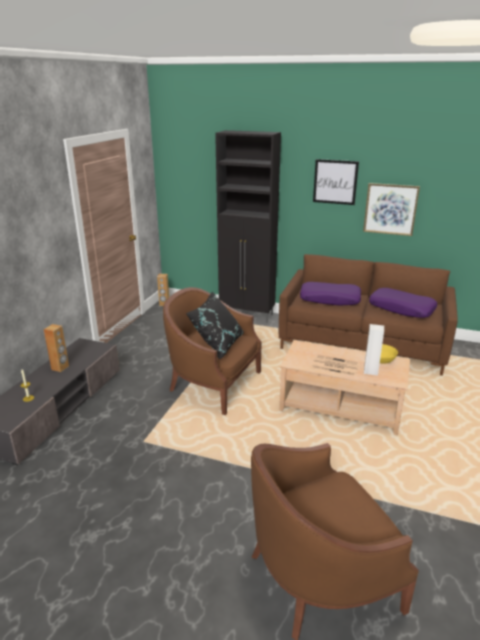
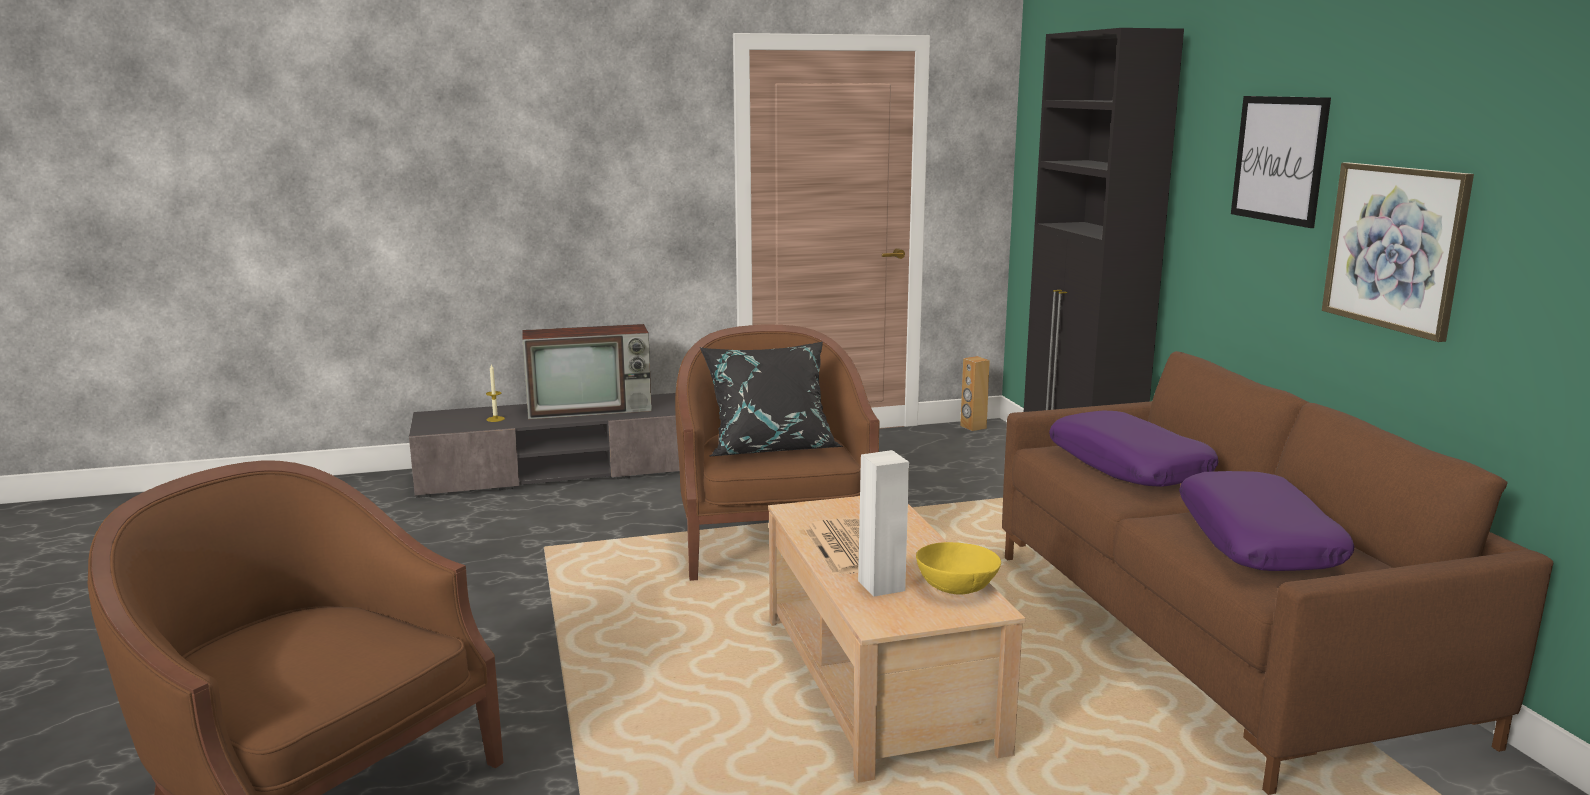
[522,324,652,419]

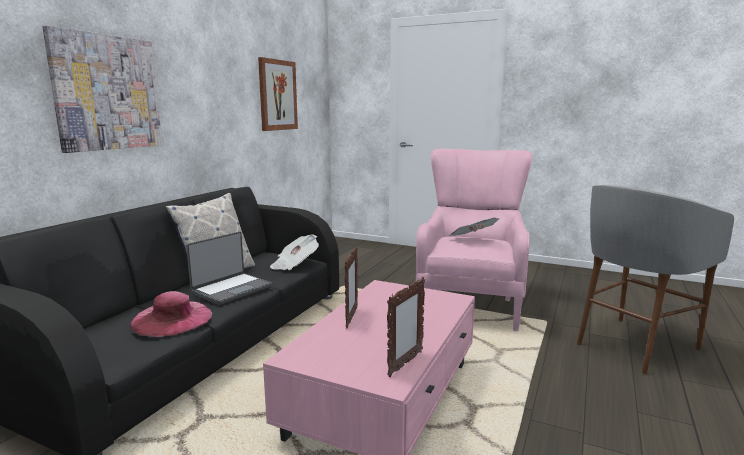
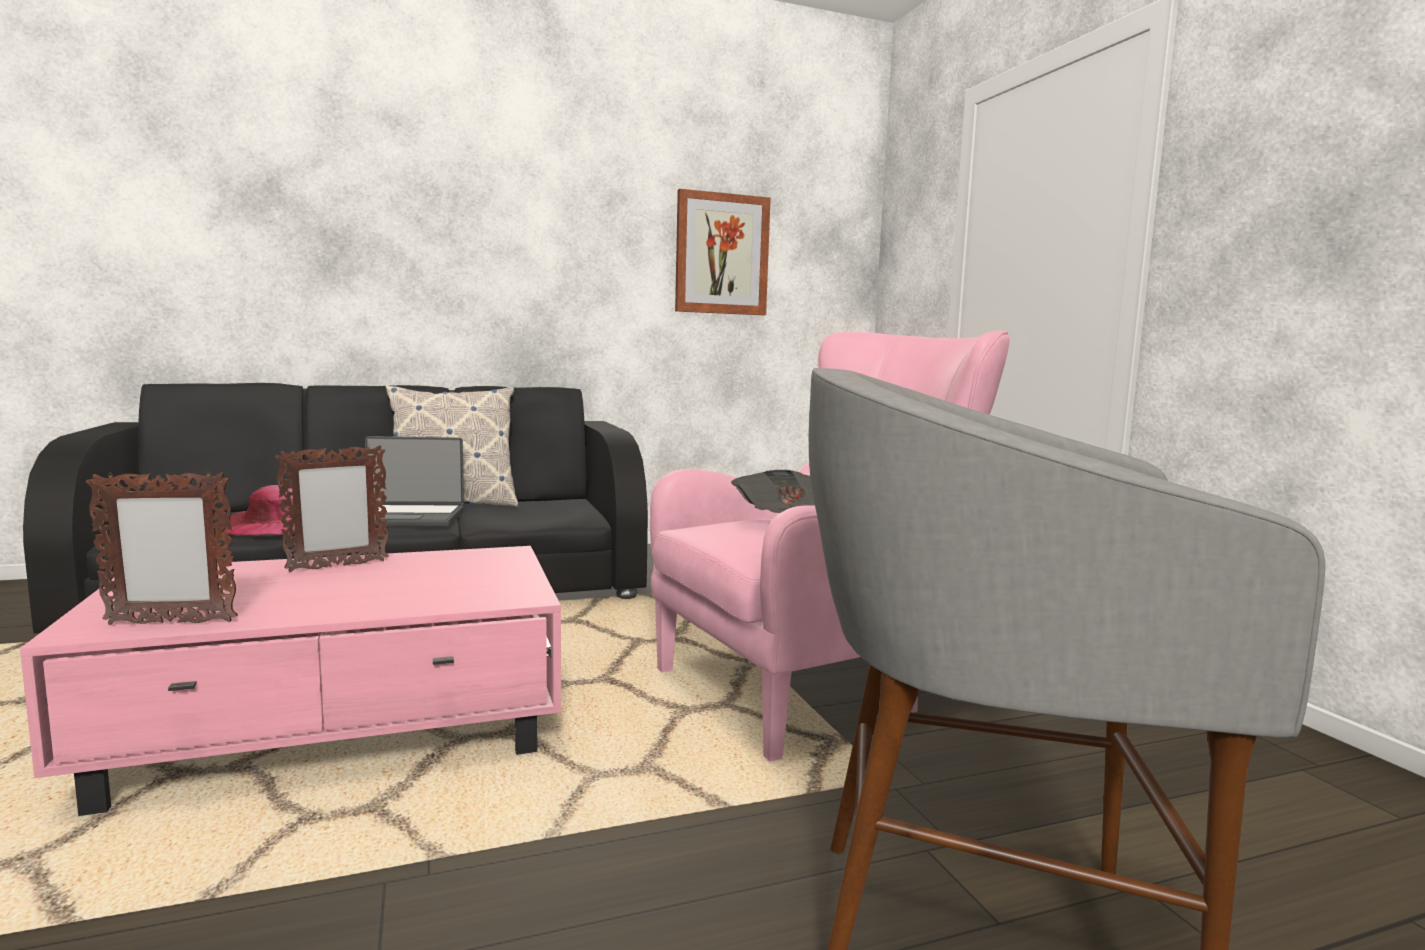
[42,25,162,153] (first image)
[270,234,319,270] (first image)

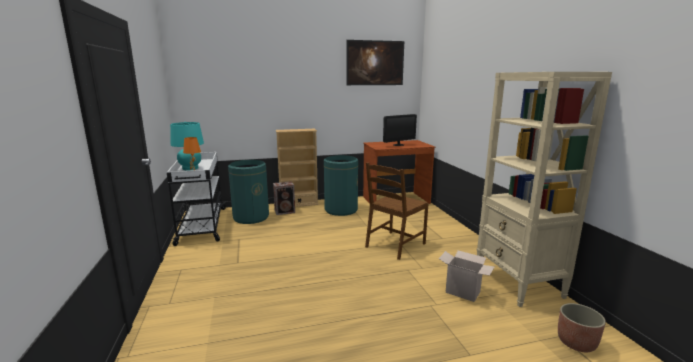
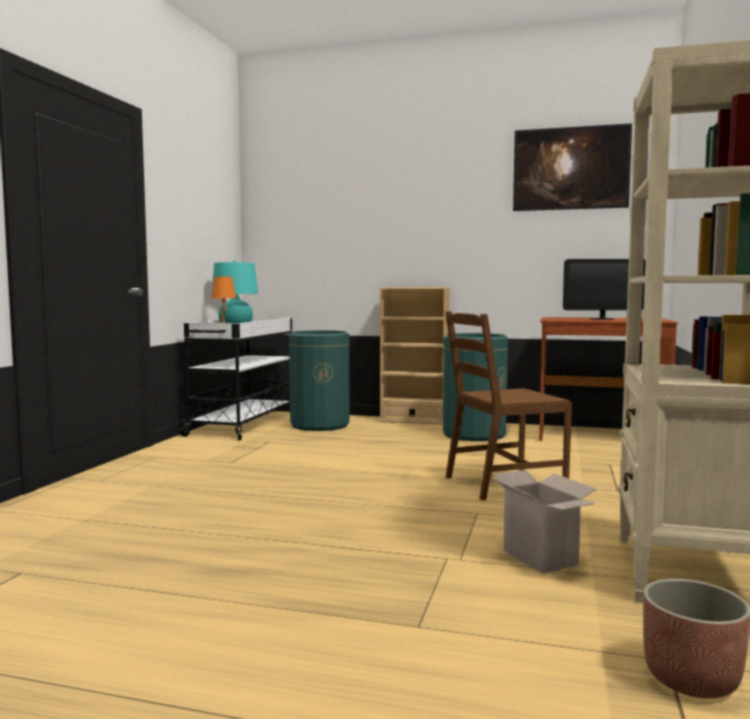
[273,181,295,215] (first image)

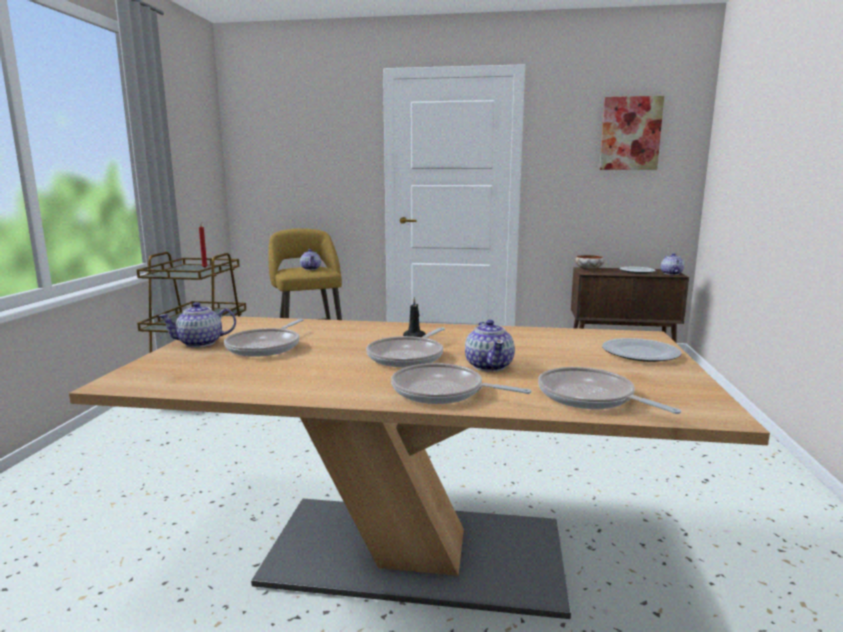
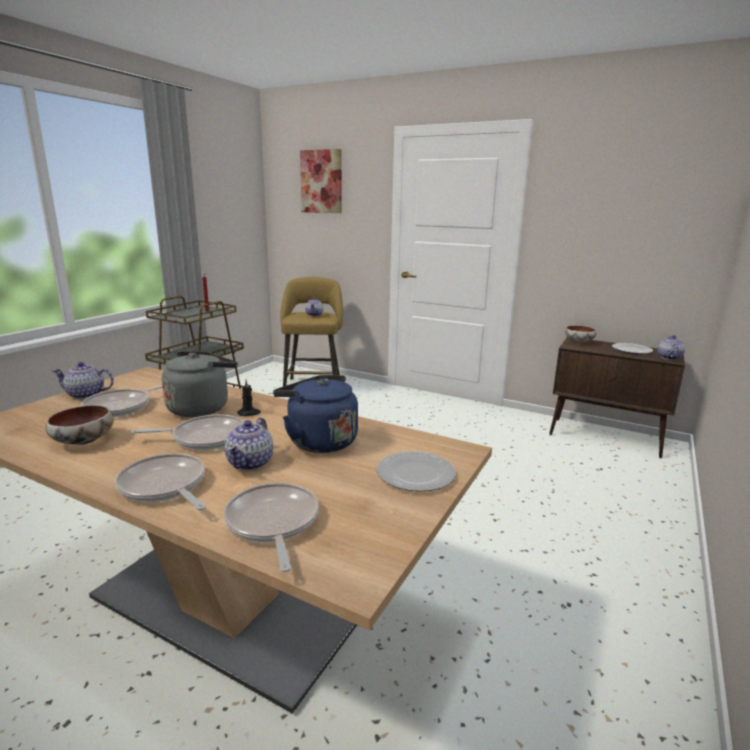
[131,414,244,450]
[300,149,342,213]
[46,405,114,445]
[162,351,238,417]
[273,375,358,453]

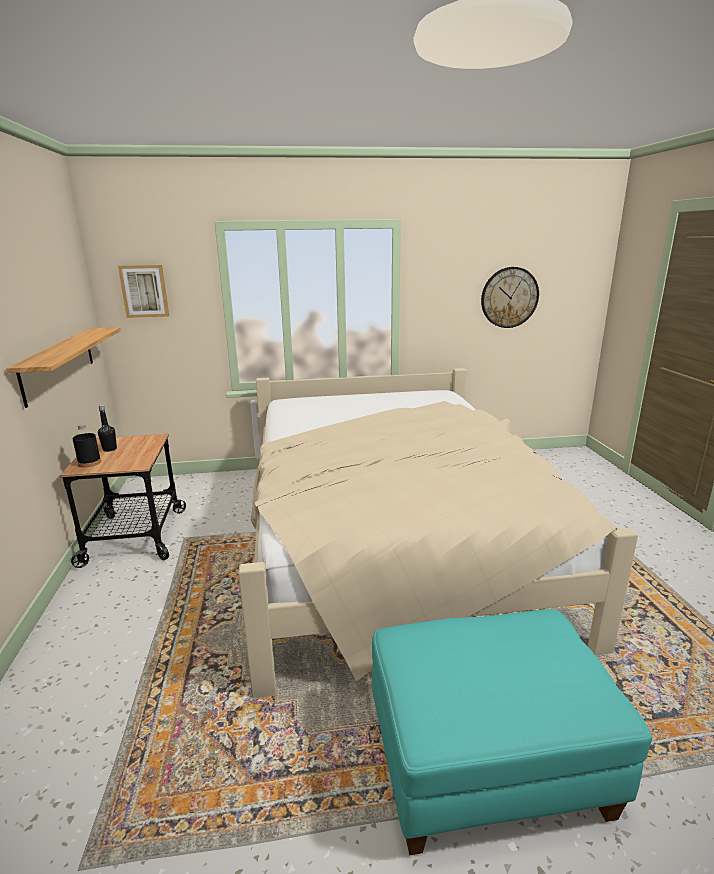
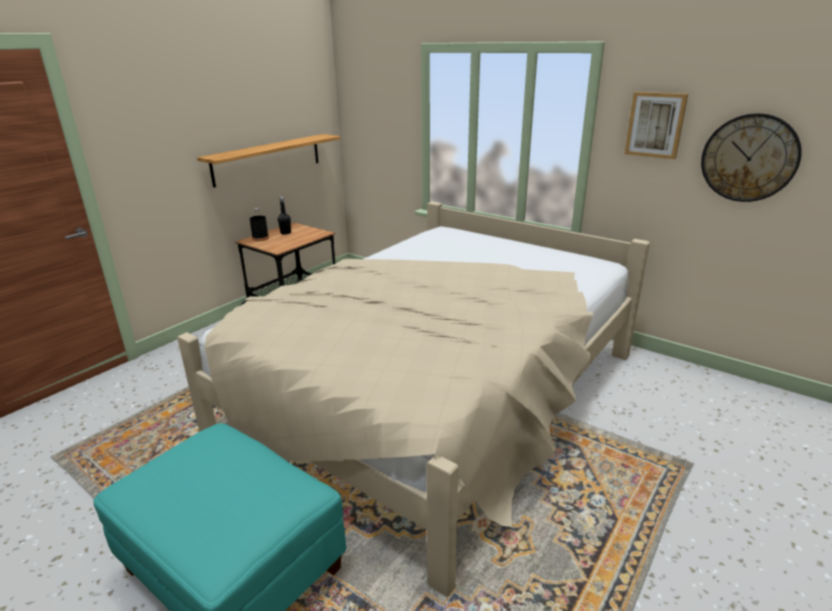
[624,92,688,159]

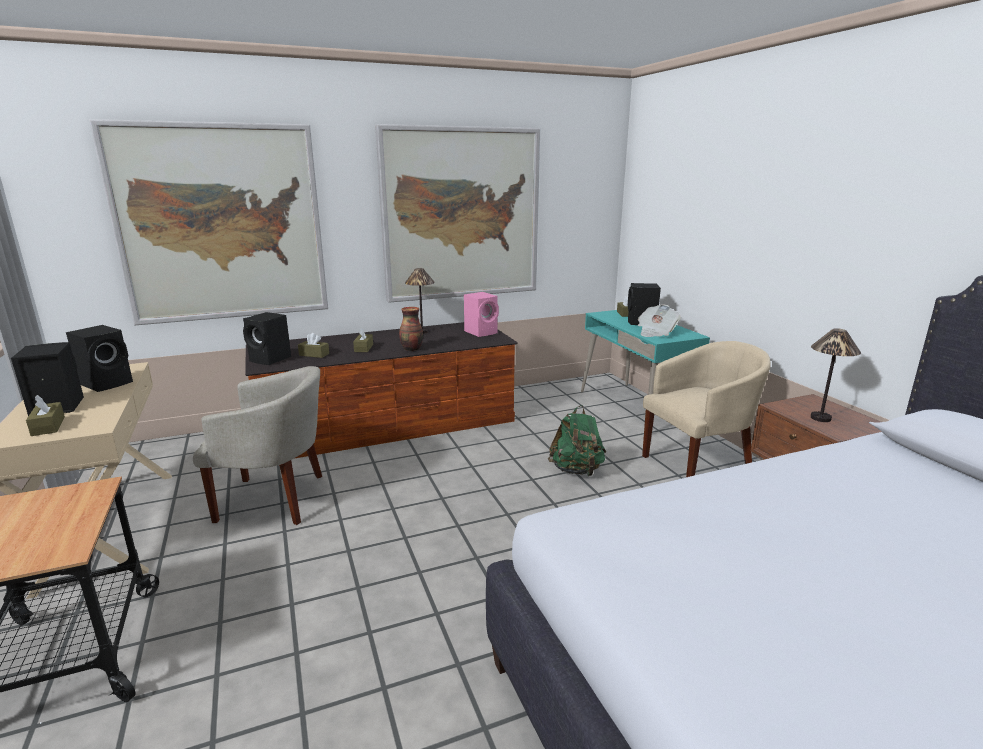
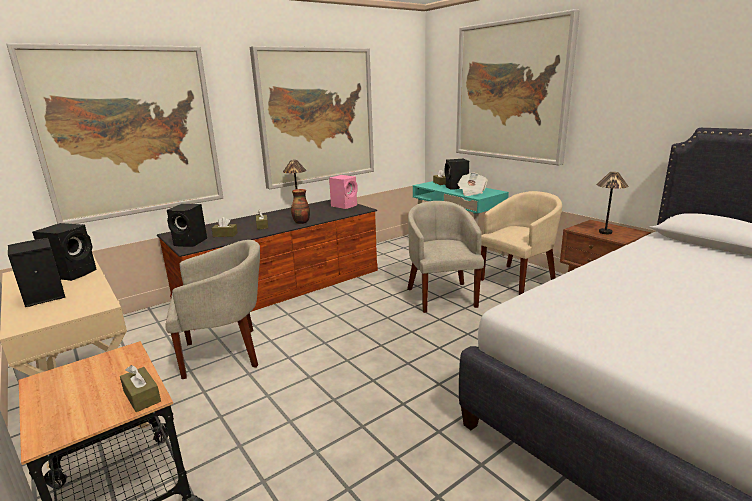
[120,365,161,412]
[407,201,484,313]
[456,9,580,165]

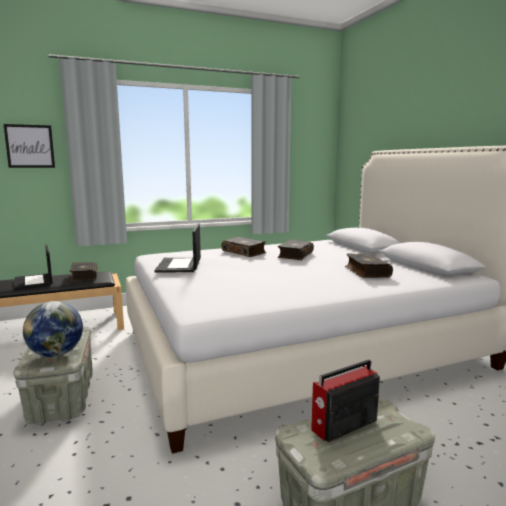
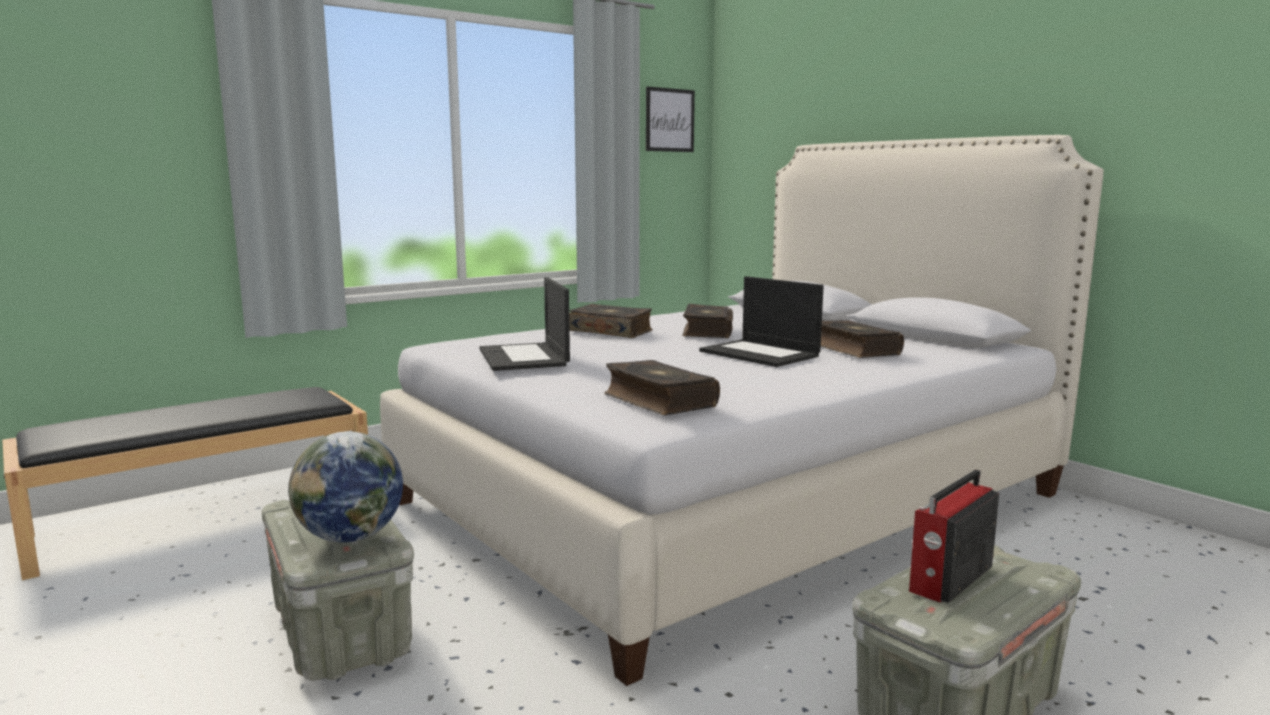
[646,87,695,152]
[699,276,824,367]
[604,360,720,415]

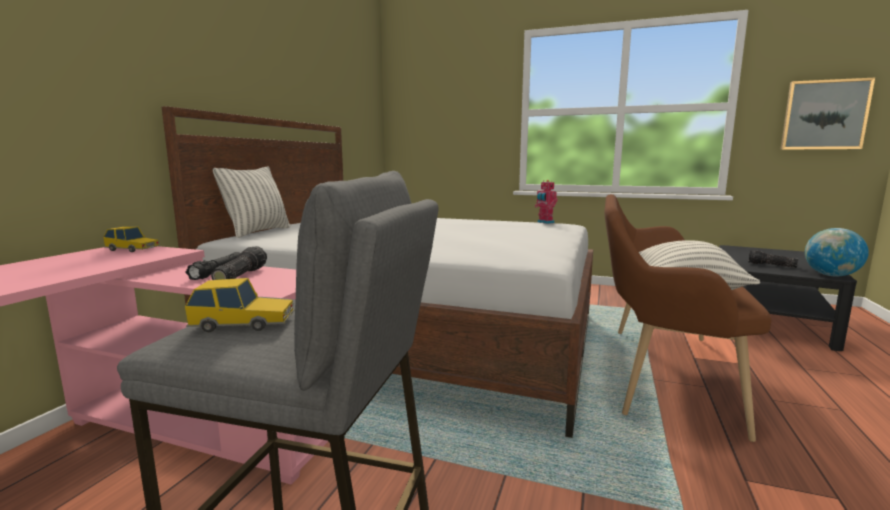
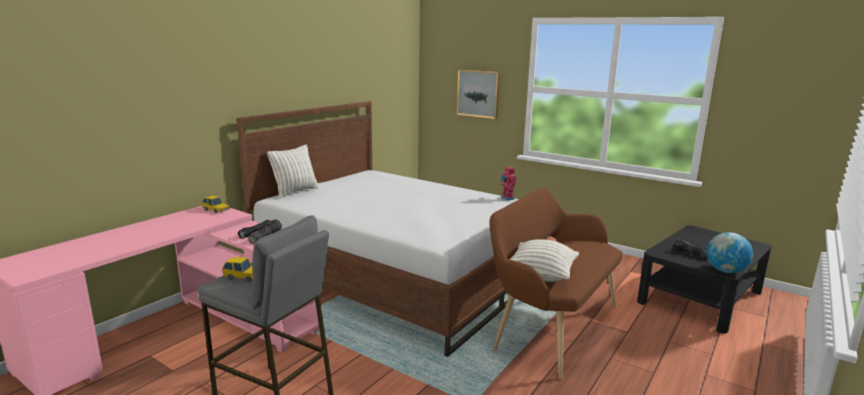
[457,69,500,119]

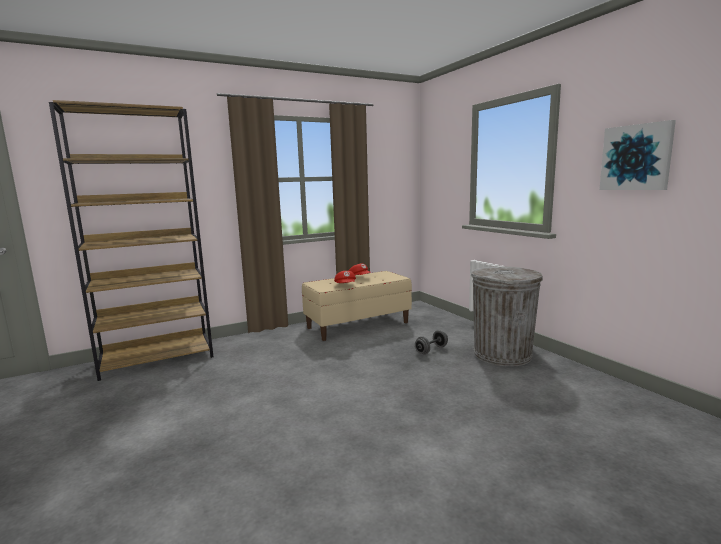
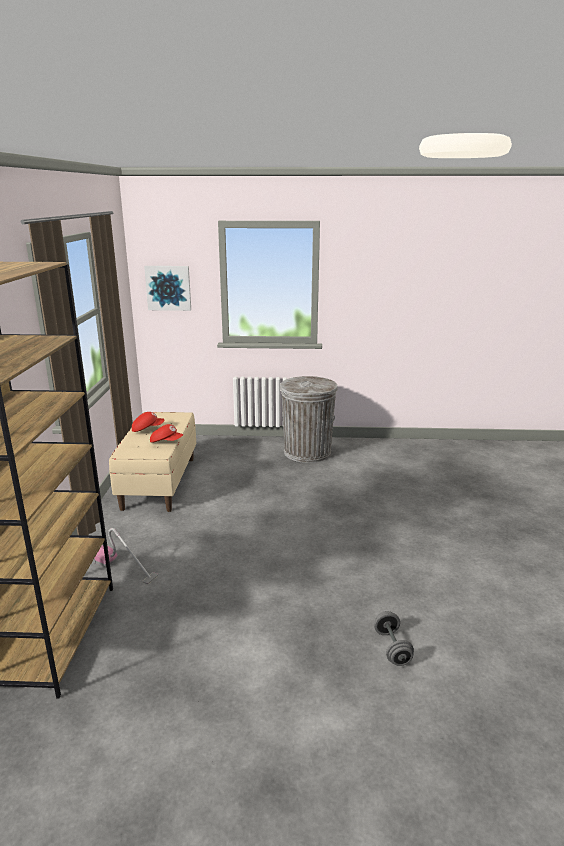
[374,611,414,666]
[144,266,191,311]
[92,528,158,584]

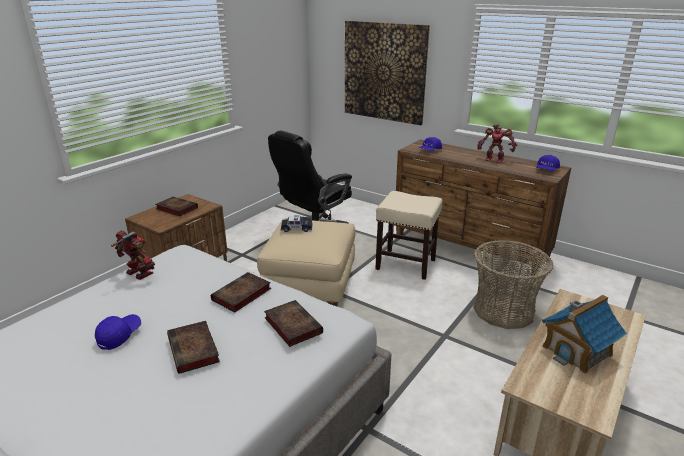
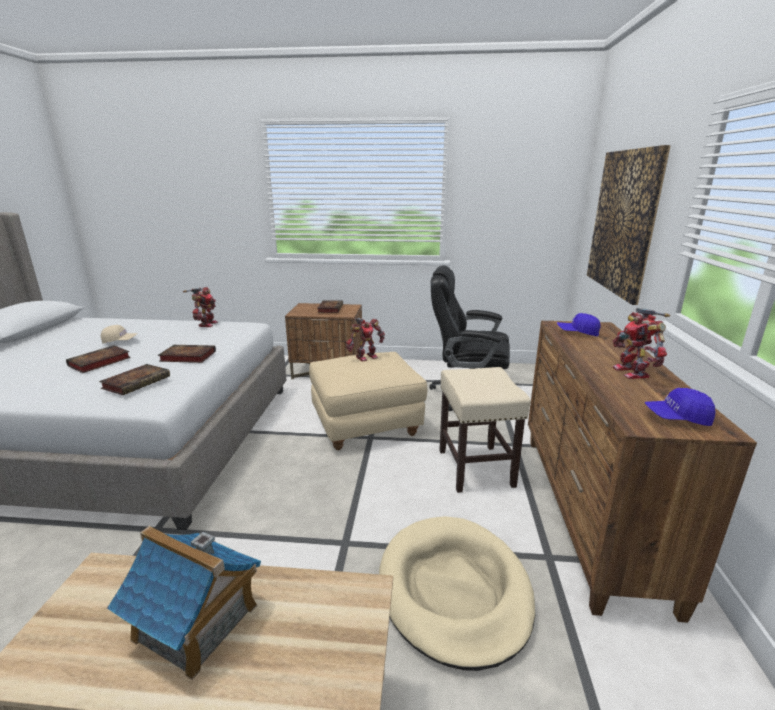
[101,325,138,344]
[346,318,385,362]
[379,516,535,671]

